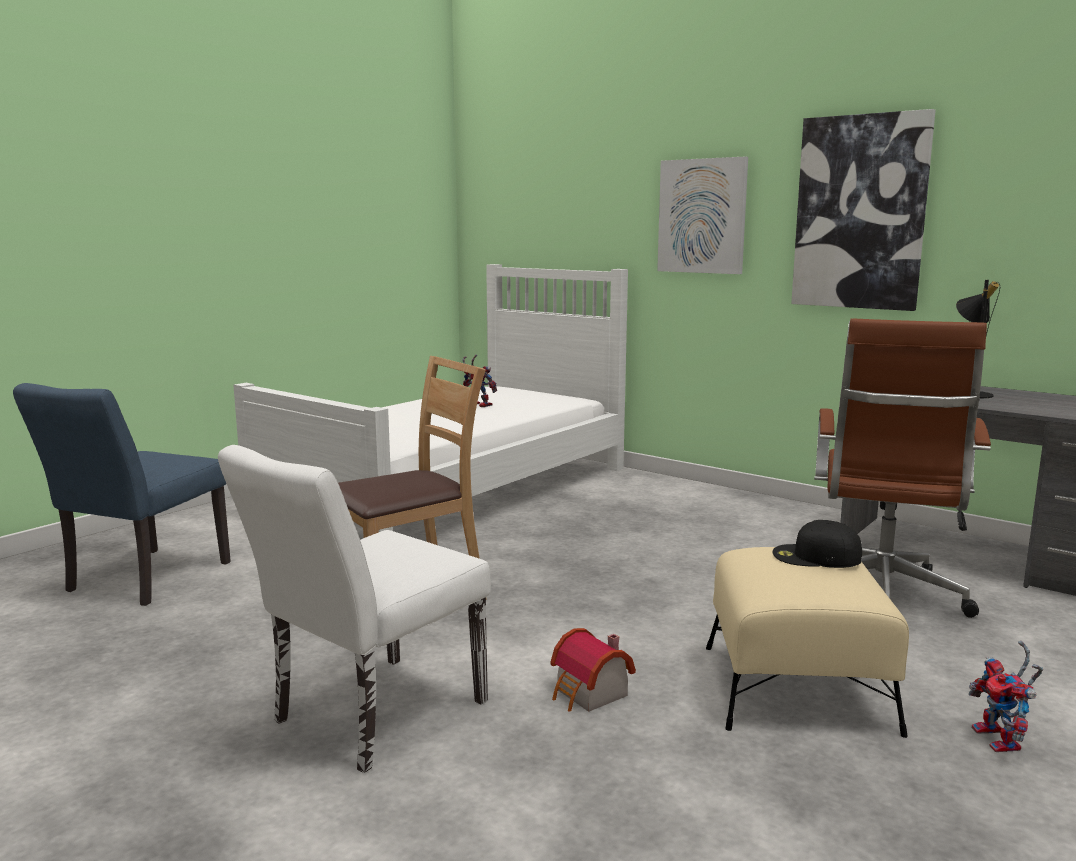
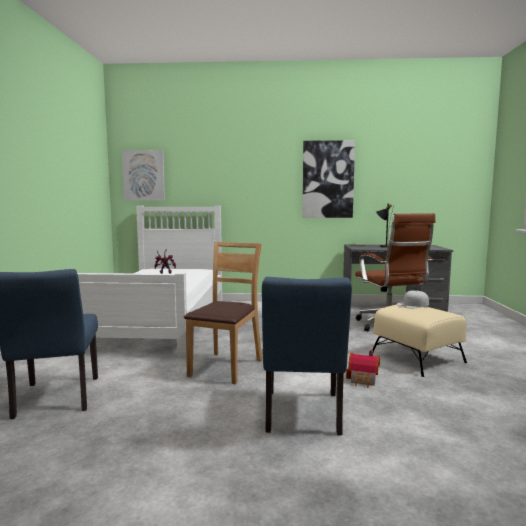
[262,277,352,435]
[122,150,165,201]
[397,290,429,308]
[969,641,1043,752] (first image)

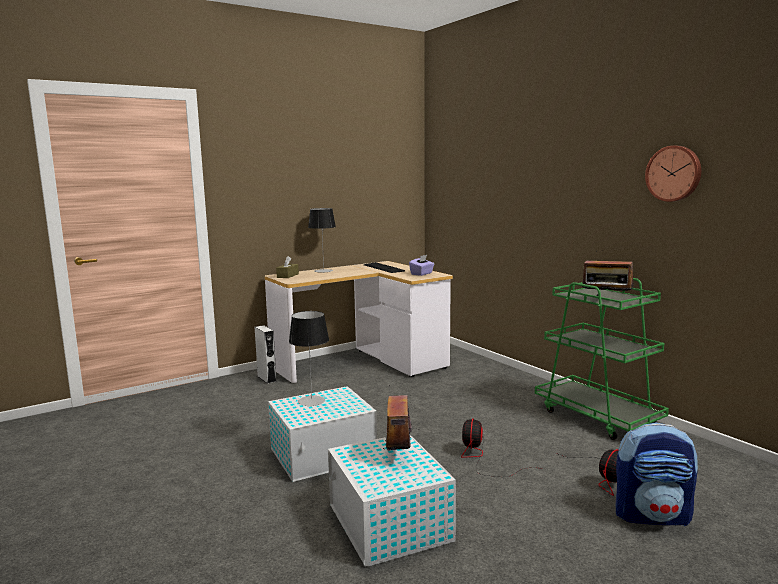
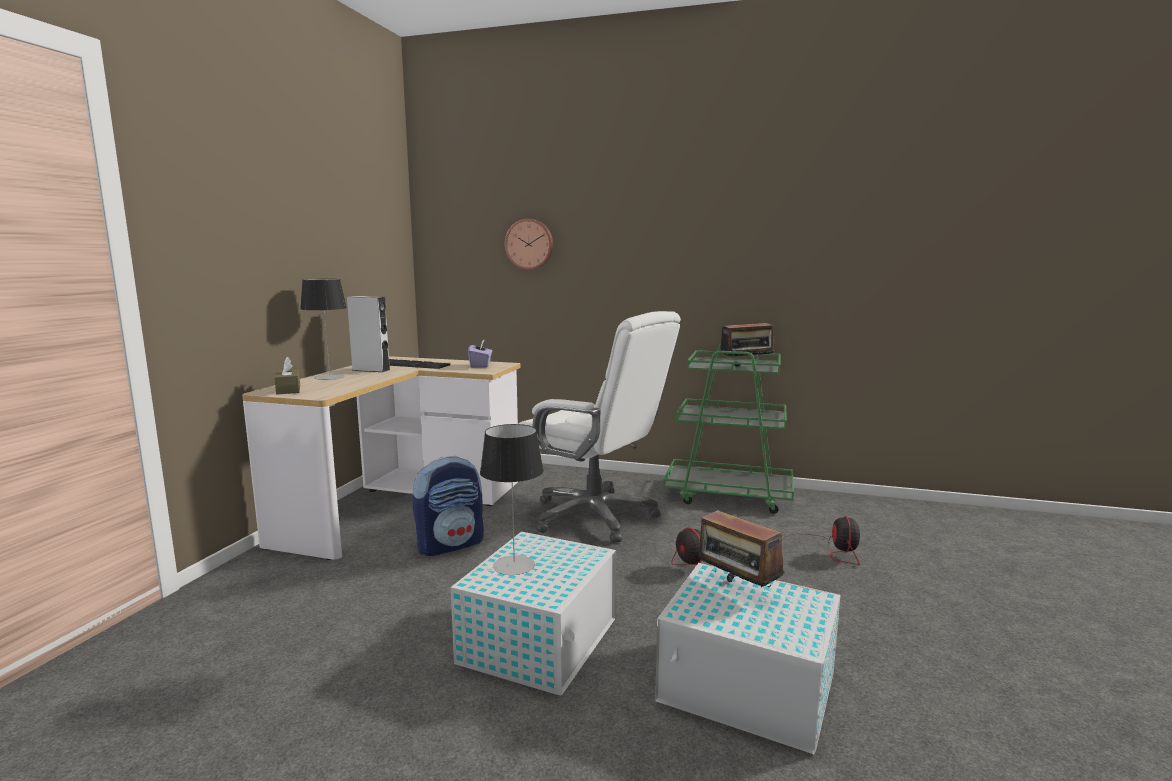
[347,296,390,372]
[412,456,484,556]
[505,219,553,270]
[519,311,681,543]

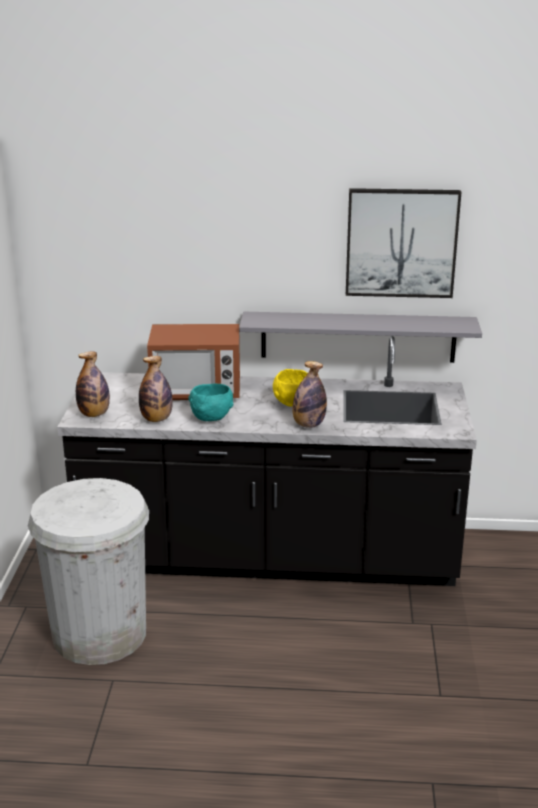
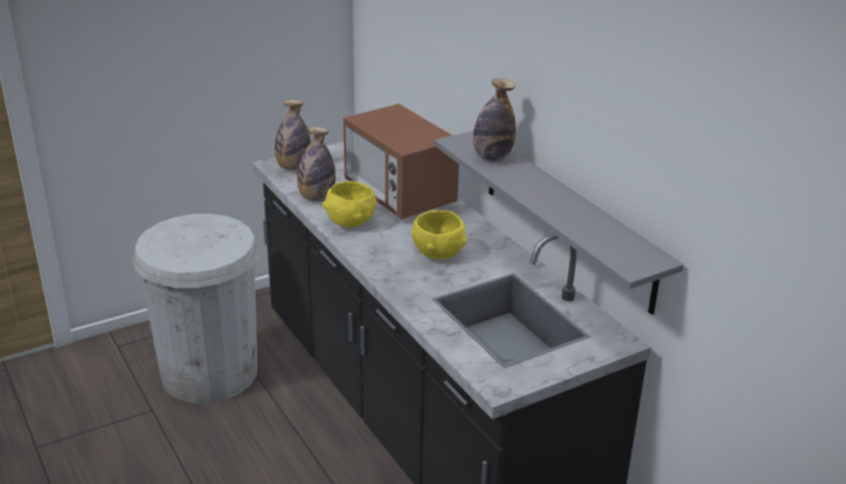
[322,181,376,228]
[473,78,516,161]
[346,188,461,298] (first image)

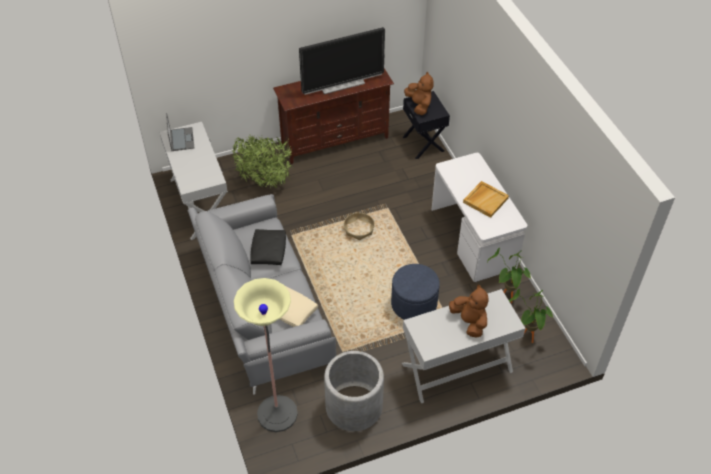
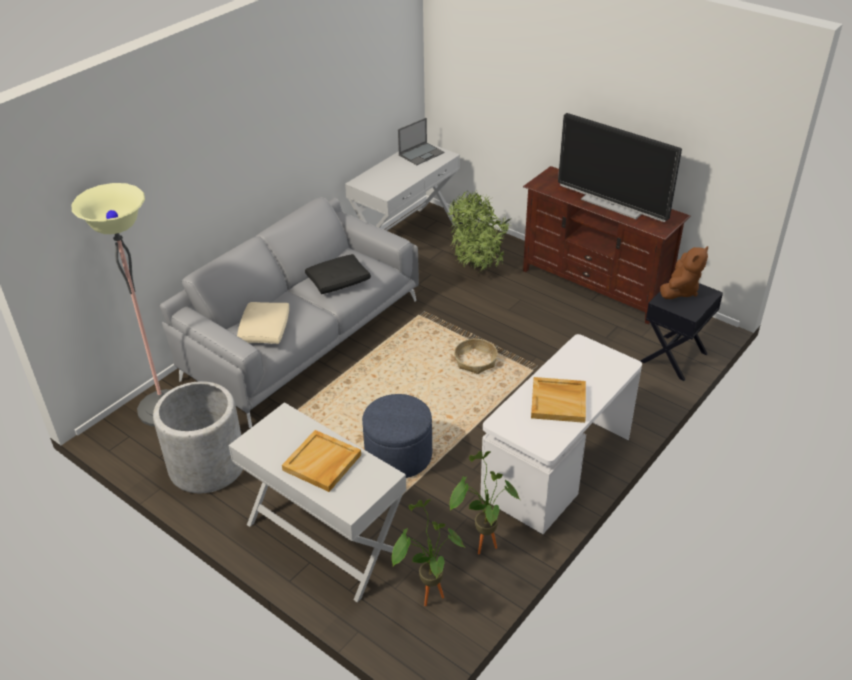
[282,430,361,492]

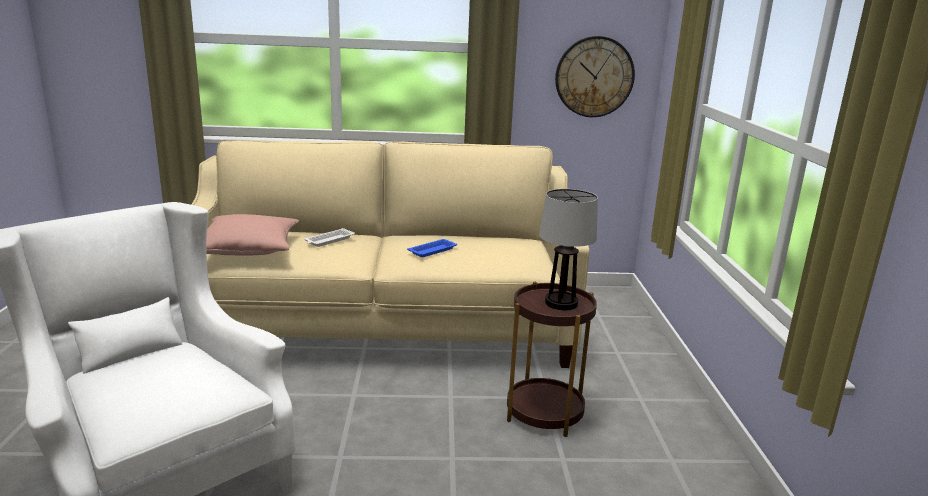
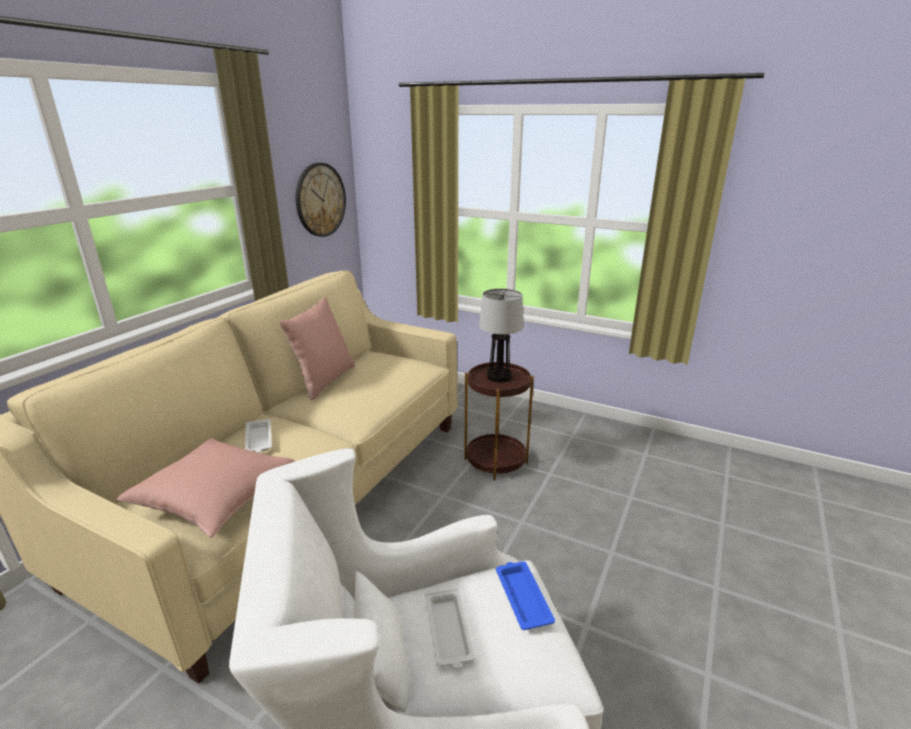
[496,561,555,630]
[279,297,355,401]
[425,588,475,669]

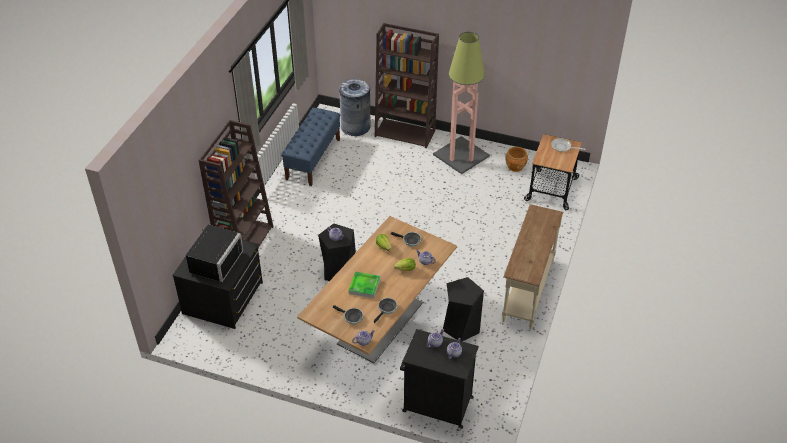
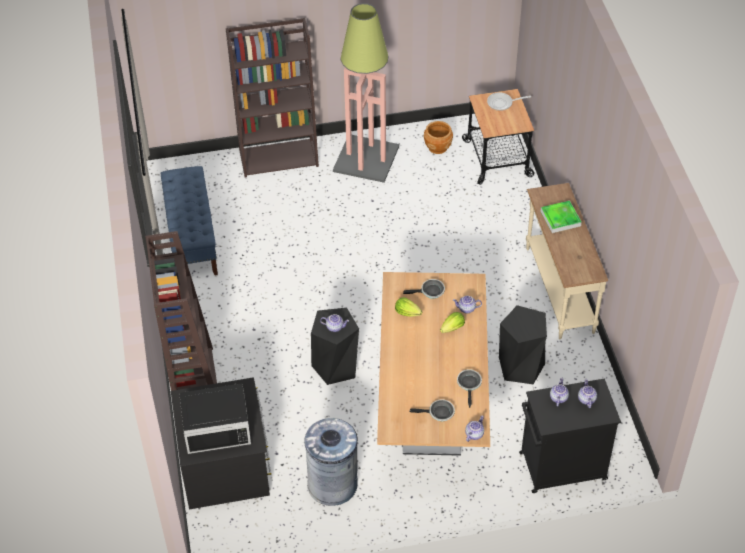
[179,383,251,454]
[304,418,358,506]
[540,201,582,233]

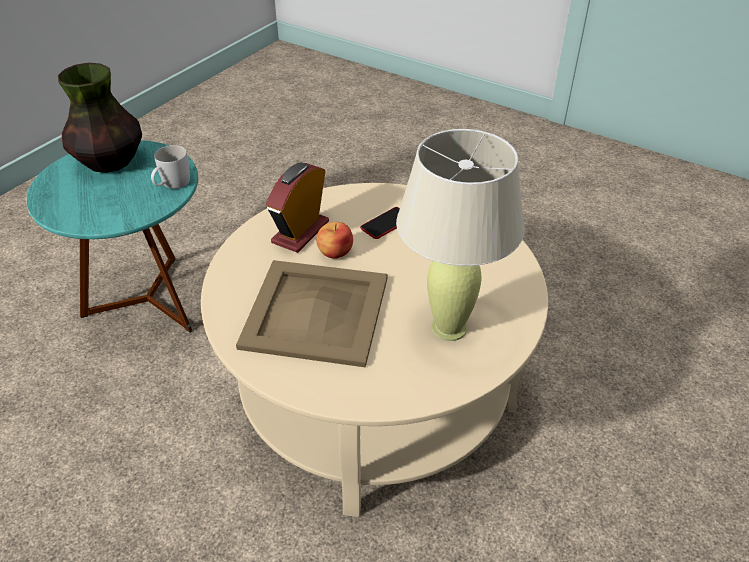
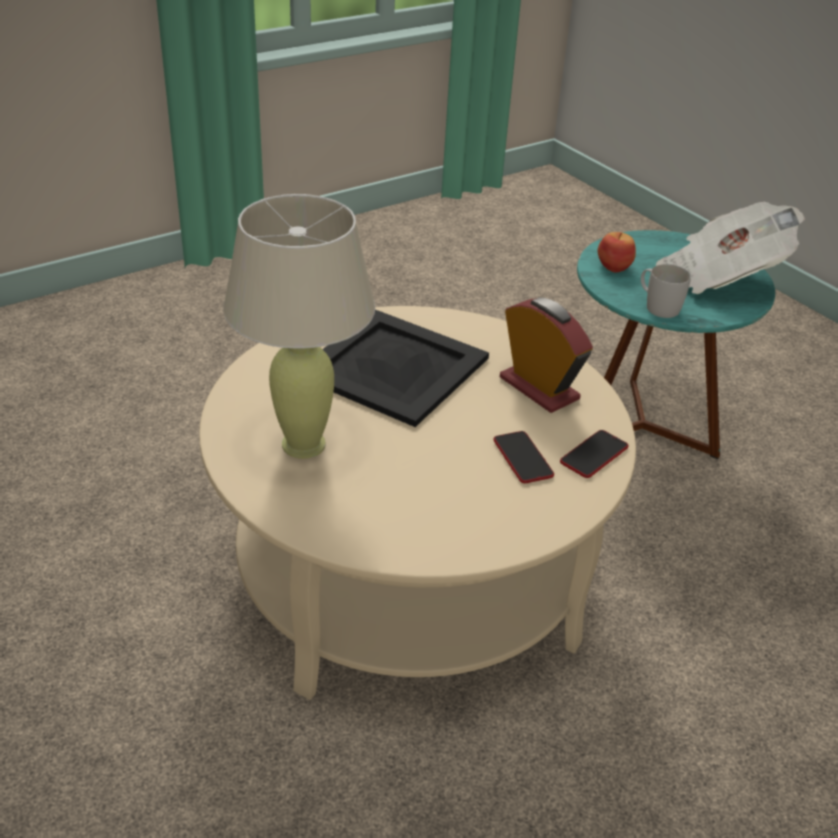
[656,202,805,294]
[323,309,489,427]
[598,232,636,272]
[560,430,628,478]

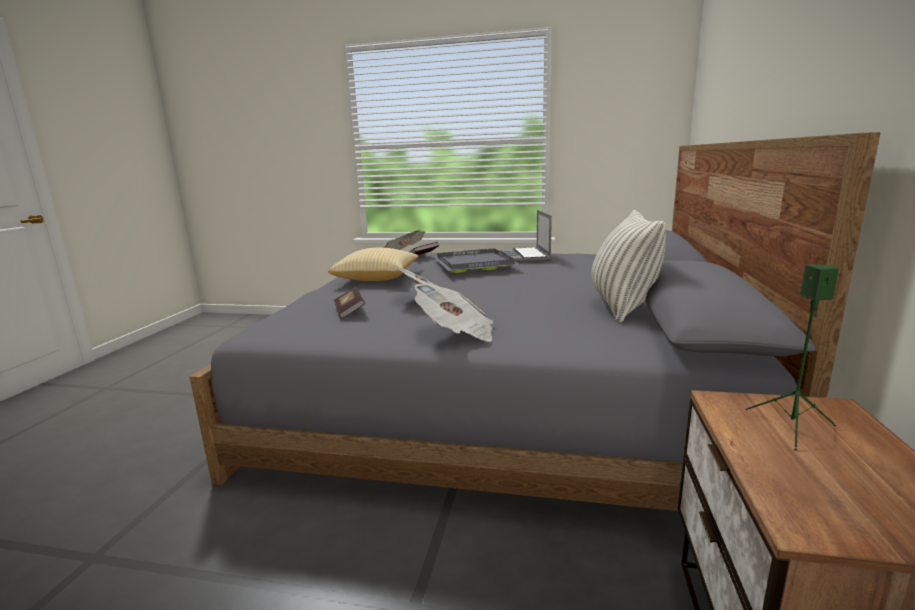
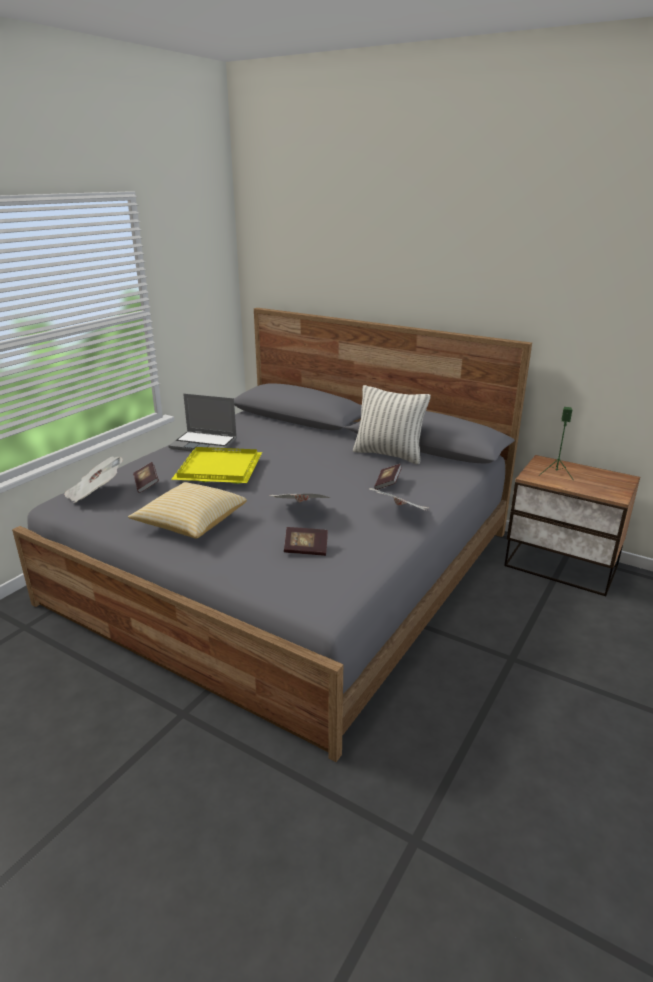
[171,447,262,484]
[374,464,402,490]

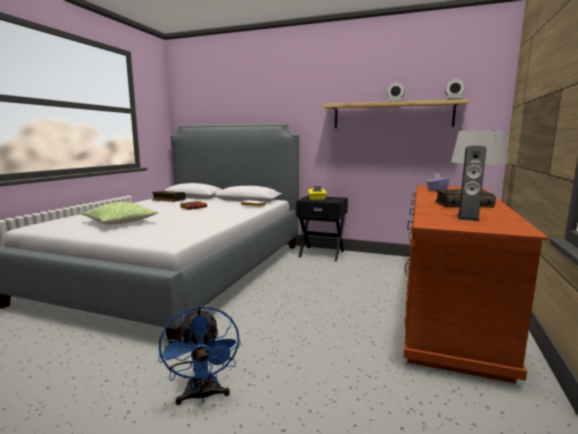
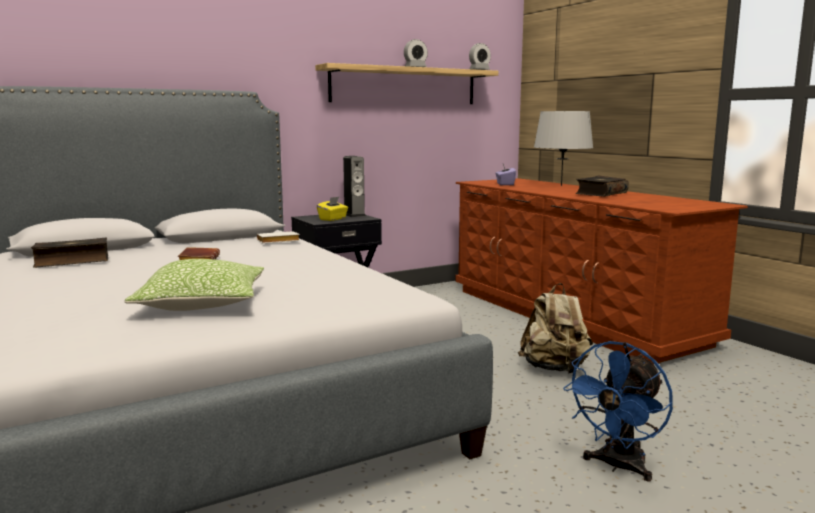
[563,341,673,482]
[343,156,366,217]
[518,283,593,373]

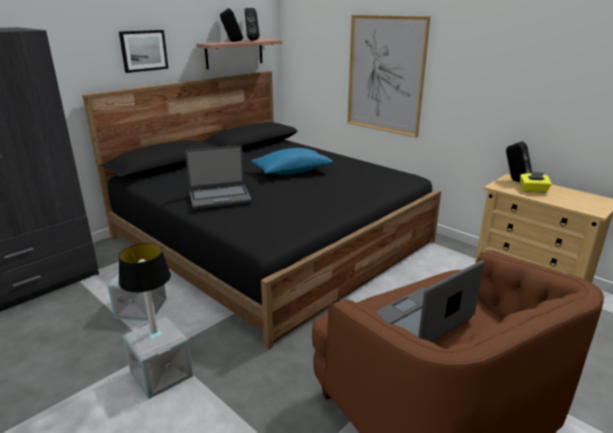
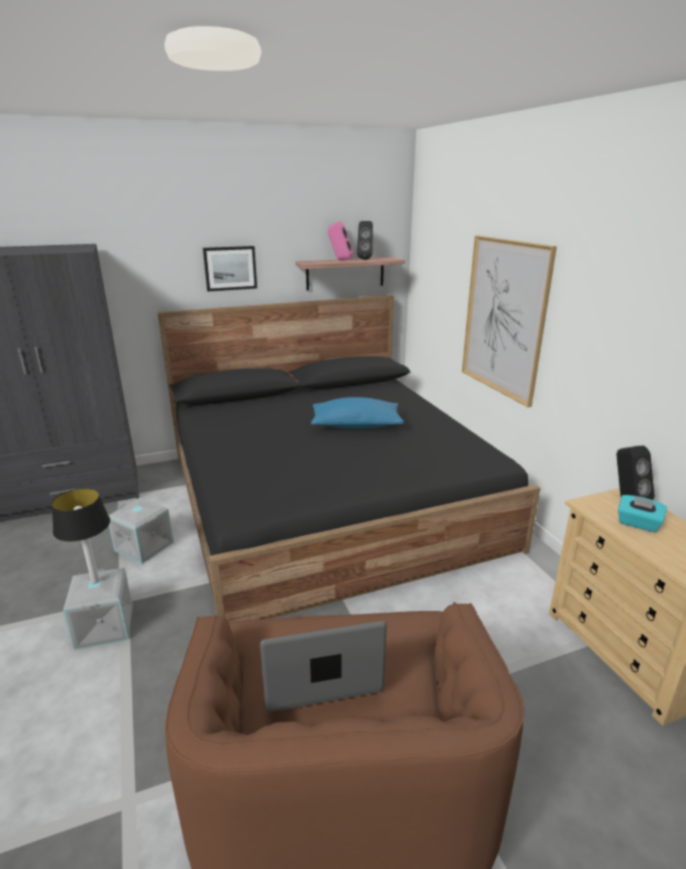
[185,146,252,209] (first image)
[328,221,353,260]
[618,495,667,532]

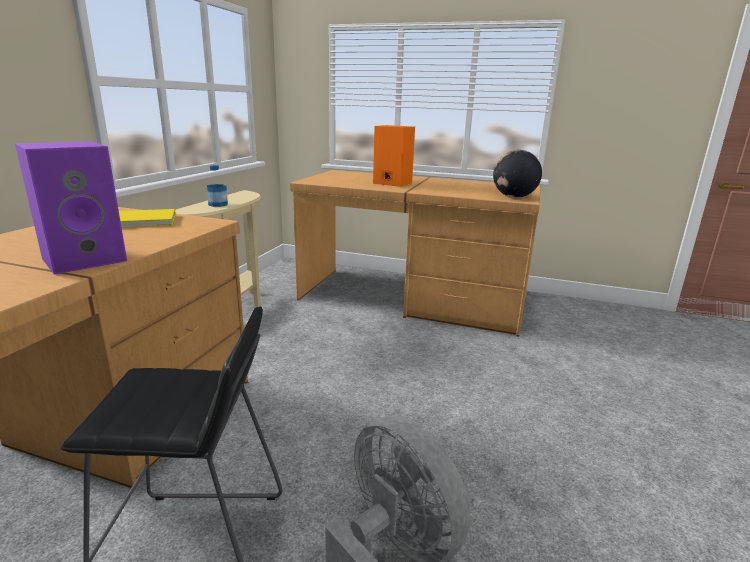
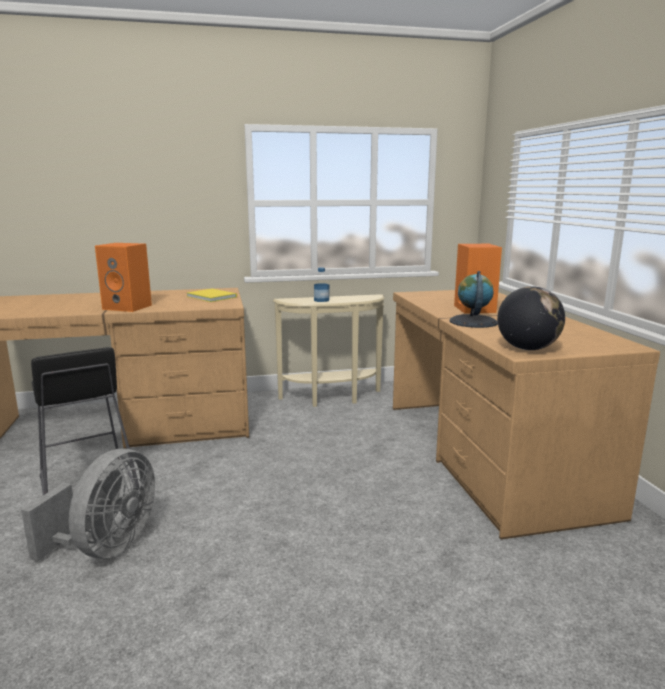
[95,243,152,312]
[449,271,498,328]

